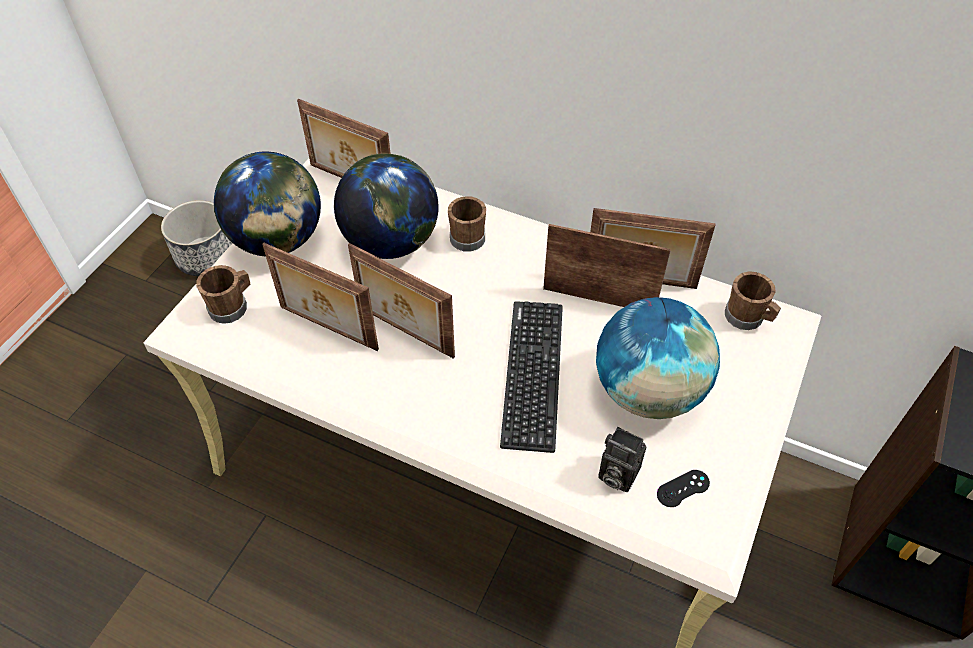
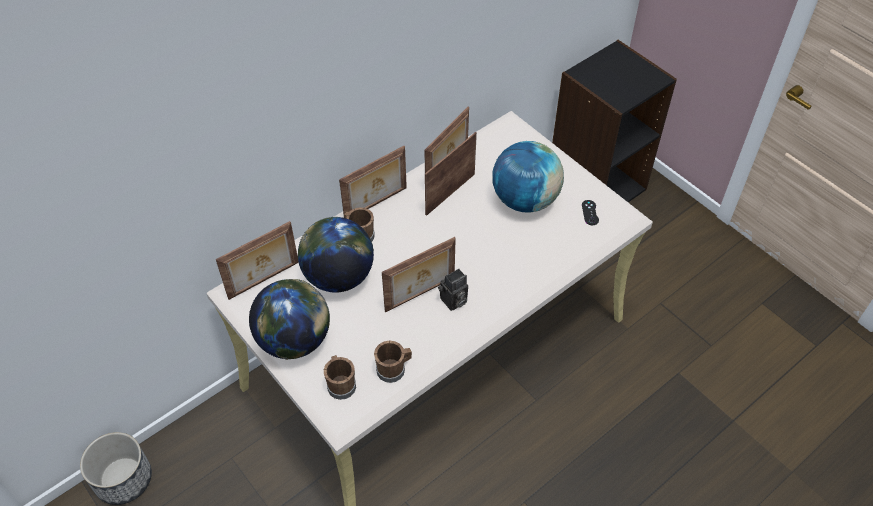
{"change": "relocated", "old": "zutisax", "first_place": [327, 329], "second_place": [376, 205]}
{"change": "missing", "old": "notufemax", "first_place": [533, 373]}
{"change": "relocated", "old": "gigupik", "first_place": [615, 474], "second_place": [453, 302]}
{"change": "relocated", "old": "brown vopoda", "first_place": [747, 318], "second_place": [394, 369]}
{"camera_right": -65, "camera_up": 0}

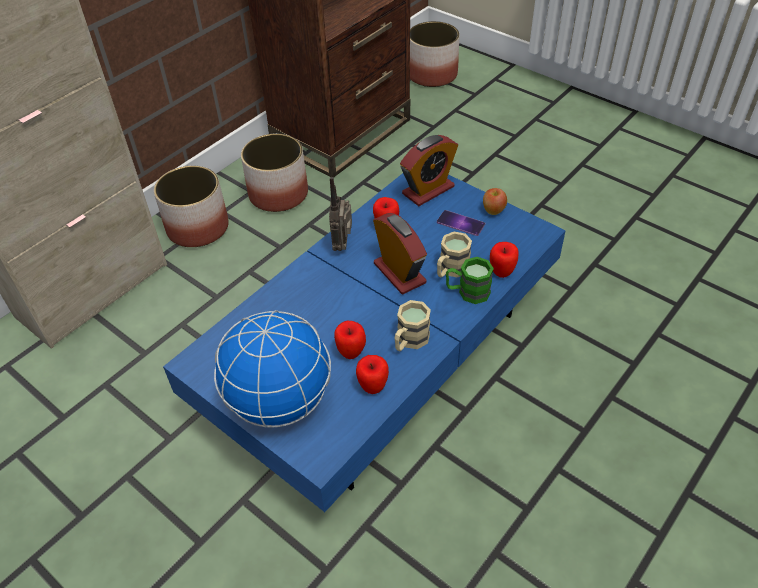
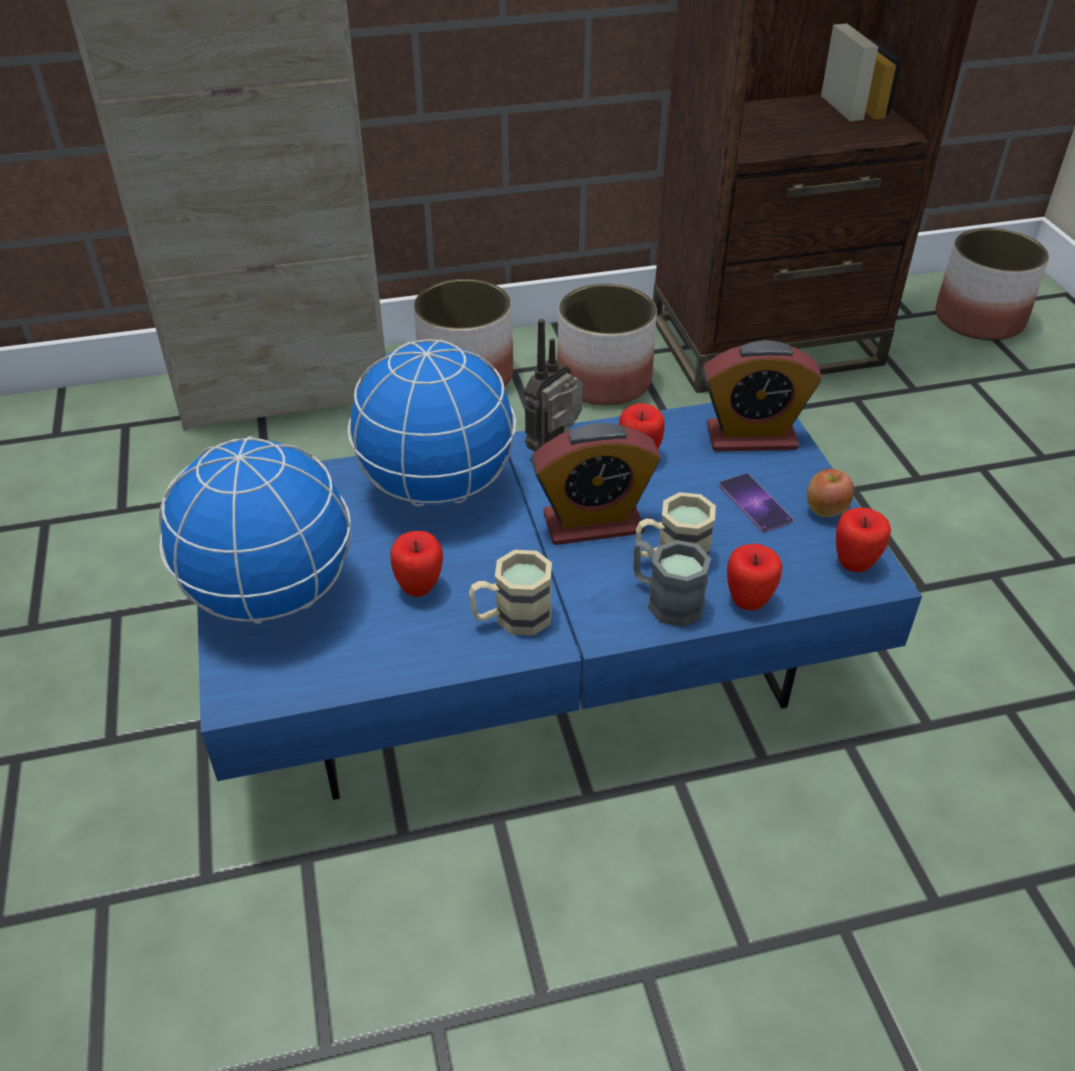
{"change": "relocated", "old": "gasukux", "first_place": [373, 387], "second_place": [854, 563]}
{"change": "spun", "old": "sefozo", "first_place": [399, 273], "second_place": [593, 523], "degrees": 75}
{"change": "colour", "old": "green vopoda", "new": "grey vopoda", "first_place": [467, 292], "second_place": [665, 599]}
{"change": "appeared", "new": "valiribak", "second_place": [437, 488]}
{"camera_right": 35, "camera_up": -5}

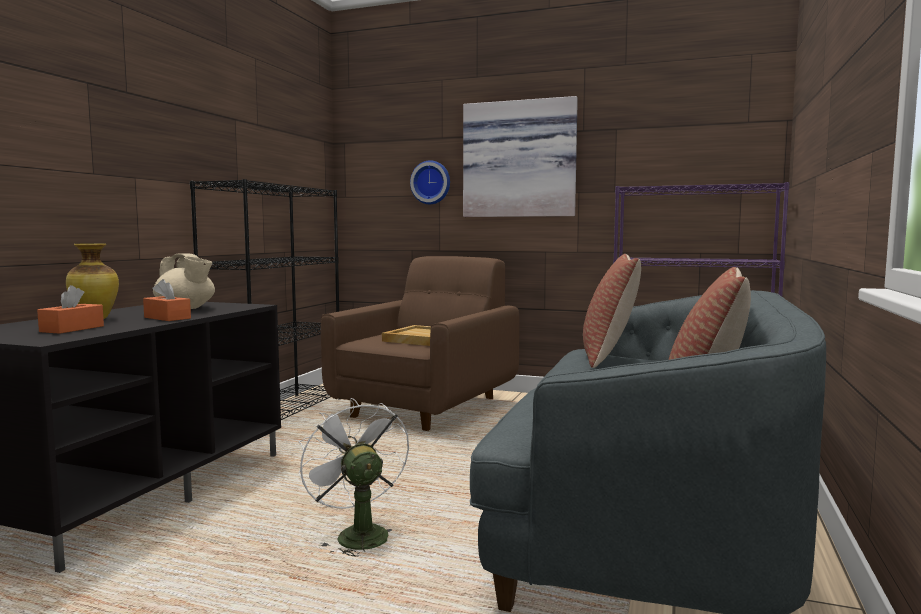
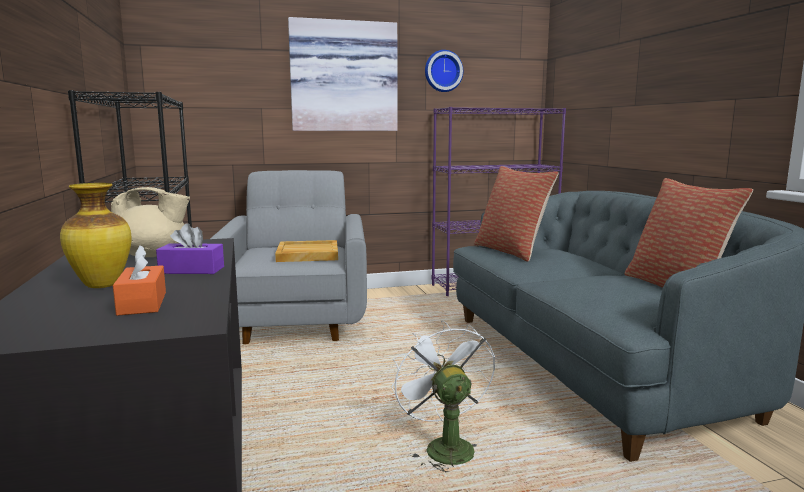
{"change": "colour", "old": "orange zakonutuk", "new": "purple zakonutuk", "first_place": [167, 318], "second_place": [192, 270]}
{"change": "spun", "old": "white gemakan", "first_place": [356, 534], "second_place": [443, 446], "degrees": 45}
{"change": "colour", "old": "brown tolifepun", "new": "grey tolifepun", "first_place": [426, 407], "second_place": [297, 319]}
{"change": "relocated", "old": "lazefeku", "first_place": [431, 182], "second_place": [442, 71]}
{"camera_right": -35, "camera_up": 5}

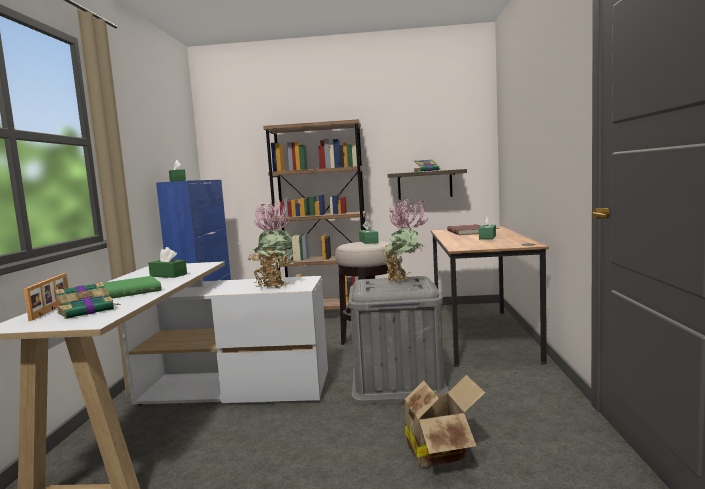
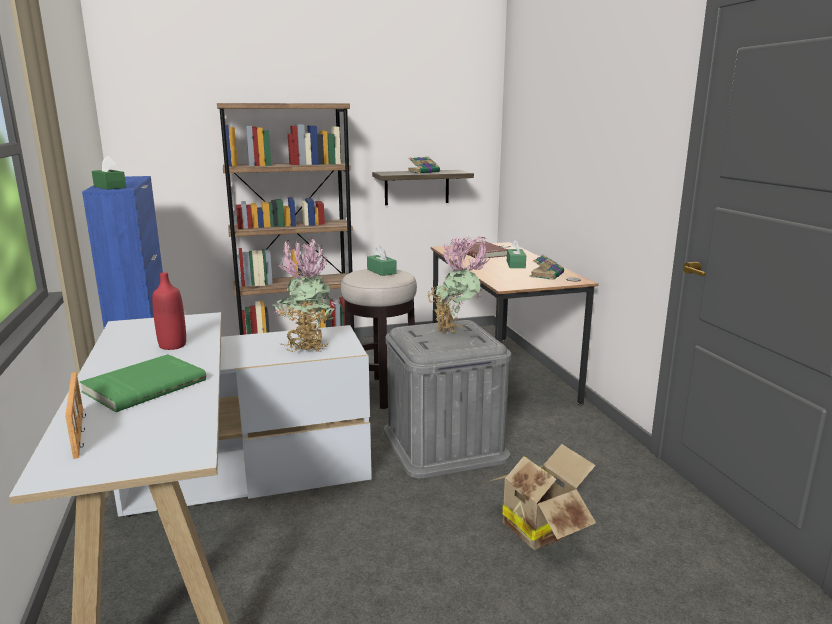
{"change": "relocated", "old": "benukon", "first_place": [87, 311], "second_place": [547, 275]}
{"change": "exchanged", "old": "green zakonutuk", "new": "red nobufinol", "first_place": [168, 275], "second_place": [172, 345]}
{"camera_right": -20, "camera_up": 10}

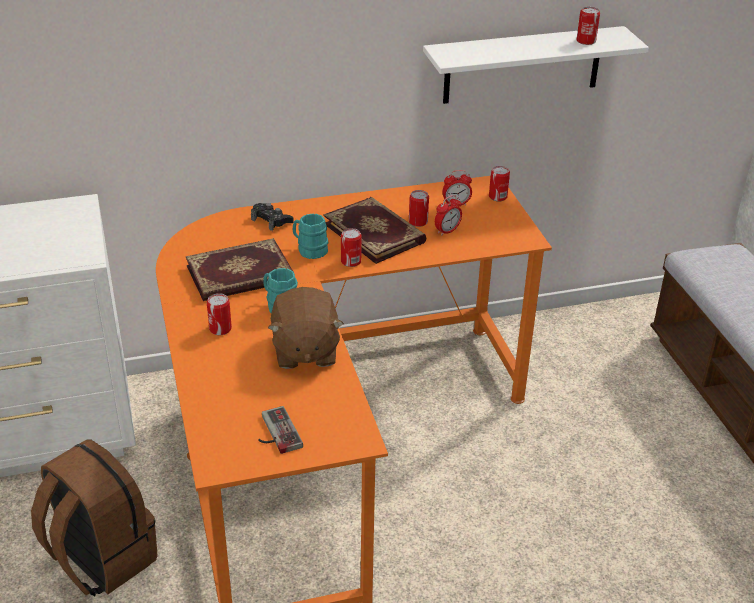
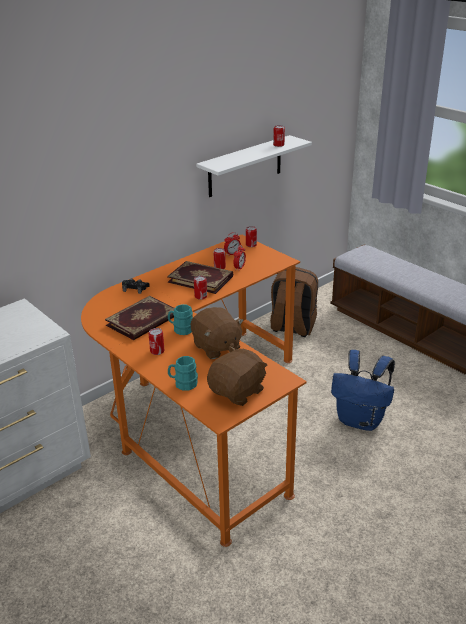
{"change": "relocated", "old": "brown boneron", "first_place": [100, 558], "second_place": [292, 327]}
{"change": "exchanged", "old": "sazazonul", "new": "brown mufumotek", "first_place": [275, 433], "second_place": [238, 392]}
{"change": "relocated", "old": "turquoise vopoda", "first_place": [309, 250], "second_place": [183, 384]}
{"change": "appeared", "new": "blue boneron", "second_place": [361, 420]}
{"camera_right": -25, "camera_up": -5}

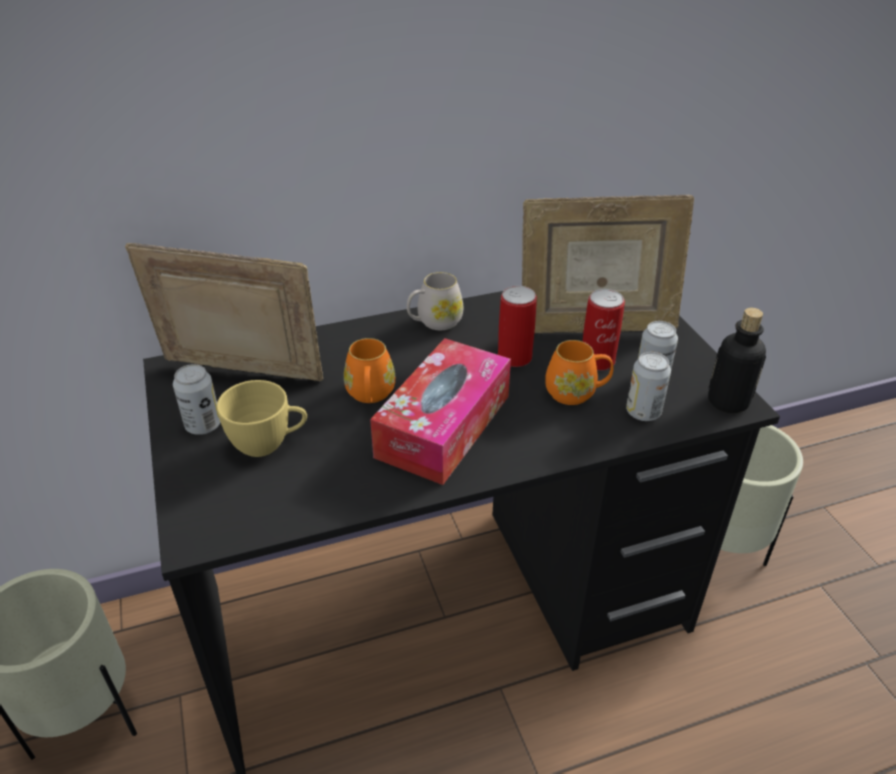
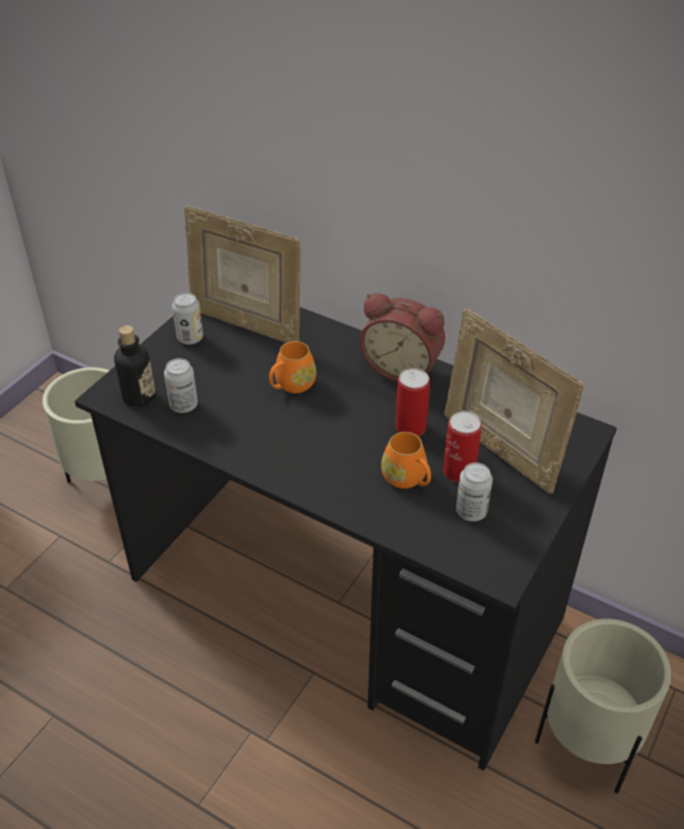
{"change": "spun", "old": "zutisax", "first_place": [242, 378], "second_place": [246, 324], "degrees": 150}
{"change": "missing", "old": "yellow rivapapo", "first_place": [269, 444]}
{"change": "missing", "old": "zakonutuk", "first_place": [443, 426]}
{"change": "exchanged", "old": "white vopoda", "new": "sefozo", "first_place": [434, 322], "second_place": [402, 367]}
{"change": "relocated", "old": "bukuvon", "first_place": [643, 412], "second_place": [183, 405]}
{"change": "relocated", "old": "nobufinol", "first_place": [728, 401], "second_place": [139, 397]}
{"camera_right": 50, "camera_up": 5}

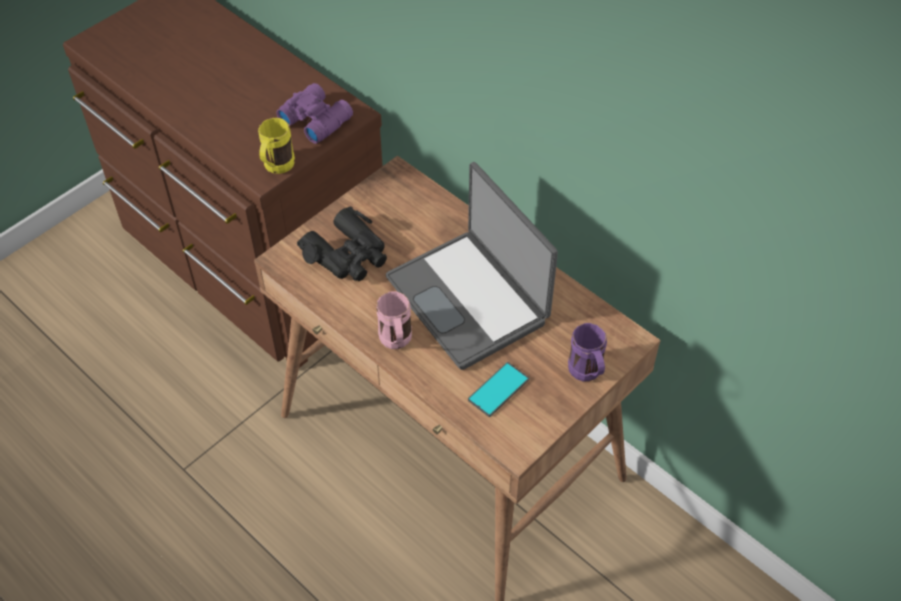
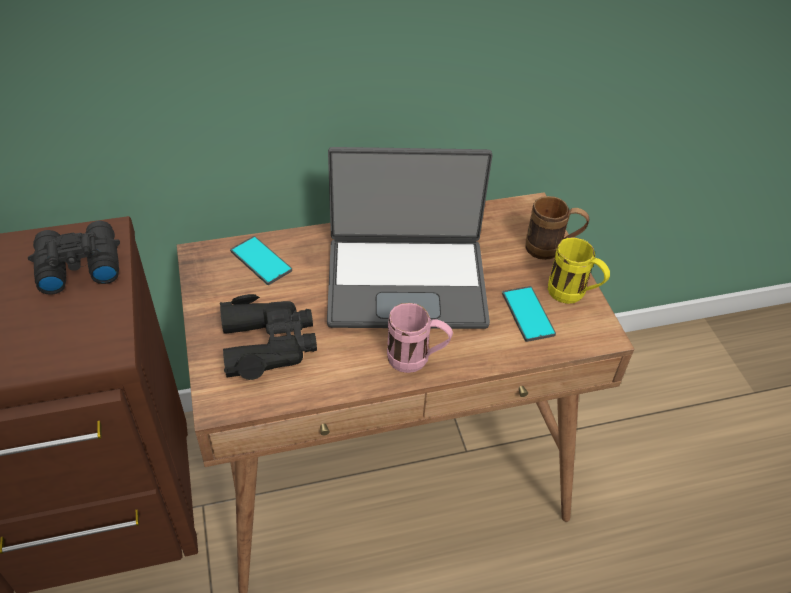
{"change": "relocated", "old": "yellow vopoda", "first_place": [276, 168], "second_place": [572, 296]}
{"change": "colour", "old": "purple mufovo", "new": "black mufovo", "first_place": [316, 119], "second_place": [77, 265]}
{"change": "colour", "old": "purple vopoda", "new": "brown vopoda", "first_place": [587, 375], "second_place": [551, 250]}
{"change": "appeared", "new": "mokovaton", "second_place": [261, 261]}
{"camera_right": -60, "camera_up": -5}

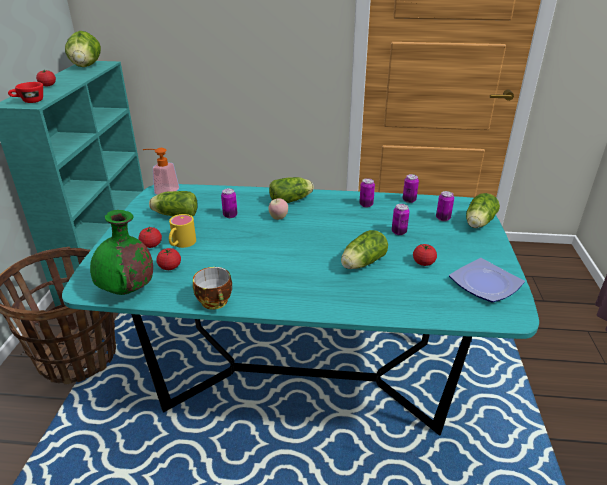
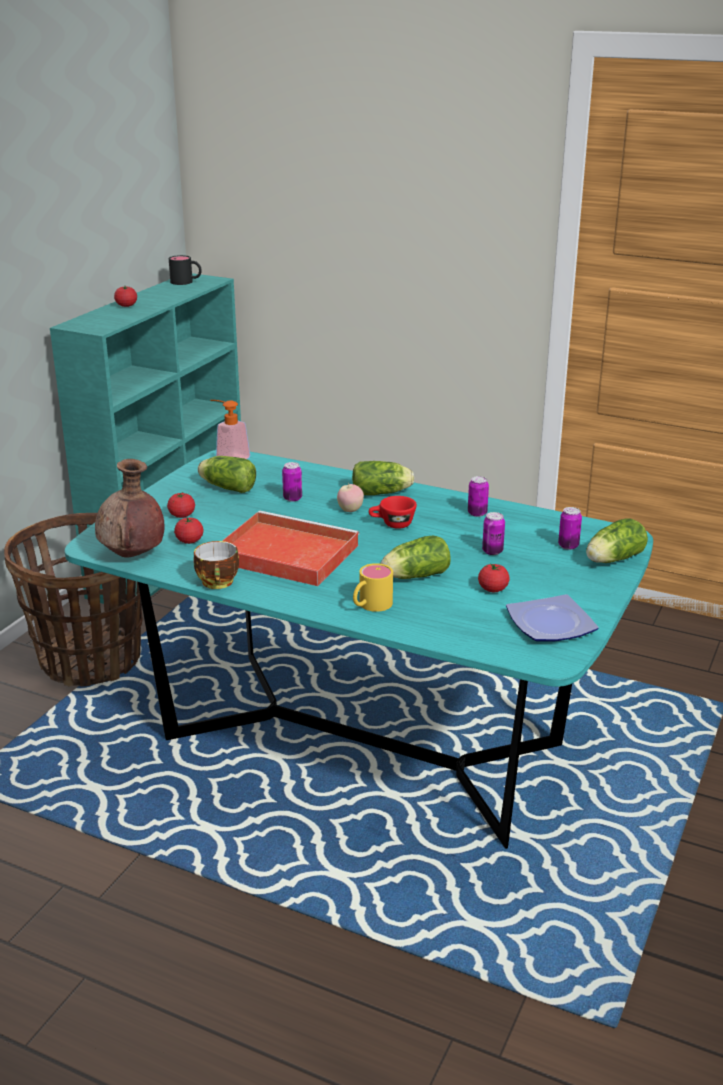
{"change": "relocated", "old": "red rivapapo", "first_place": [29, 101], "second_place": [392, 524]}
{"change": "exchanged", "old": "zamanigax", "new": "black vopoda", "first_place": [86, 66], "second_place": [186, 282]}
{"change": "colour", "old": "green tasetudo", "new": "brown tasetudo", "first_place": [128, 291], "second_place": [133, 555]}
{"change": "relocated", "old": "yellow vopoda", "first_place": [181, 244], "second_place": [370, 606]}
{"change": "missing", "old": "bukuvon", "first_place": [409, 200]}
{"change": "appeared", "new": "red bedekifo", "second_place": [284, 553]}
{"camera_right": 20, "camera_up": -5}

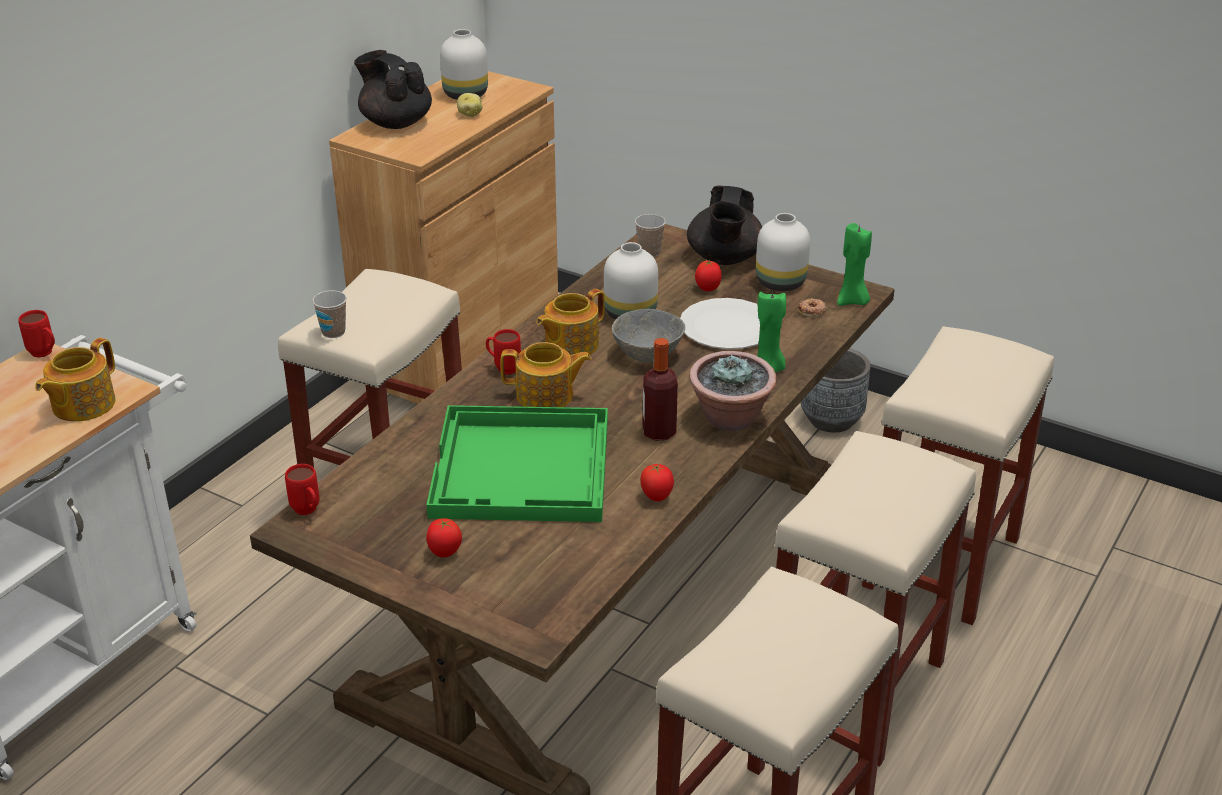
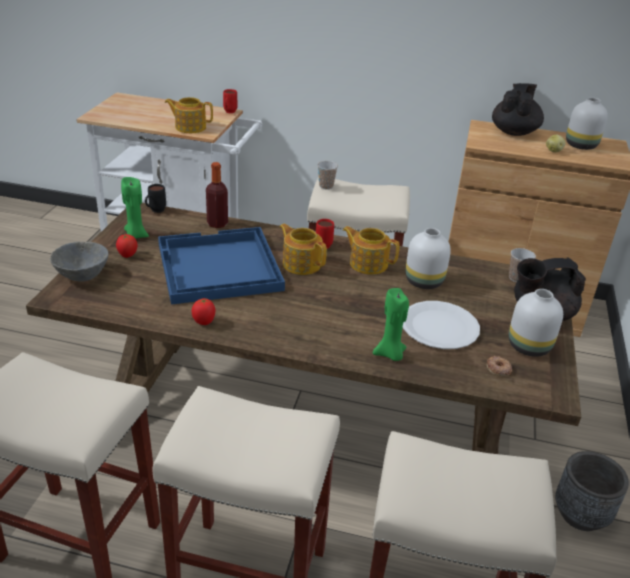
{"change": "colour", "old": "red vopoda", "new": "black vopoda", "first_place": [308, 512], "second_place": [155, 211]}
{"change": "colour", "old": "green bedekifo", "new": "blue bedekifo", "first_place": [523, 468], "second_place": [218, 268]}
{"change": "spun", "old": "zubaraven", "first_place": [546, 396], "second_place": [301, 264], "degrees": 150}
{"change": "relocated", "old": "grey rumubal", "first_place": [647, 354], "second_place": [82, 275]}
{"change": "relocated", "old": "nobufinol", "first_place": [659, 432], "second_place": [217, 224]}
{"change": "missing", "old": "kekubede", "first_place": [730, 419]}
{"change": "missing", "old": "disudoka", "first_place": [708, 289]}
{"change": "relocated", "old": "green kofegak", "first_place": [852, 301], "second_place": [135, 235]}
{"camera_right": 70, "camera_up": 0}

